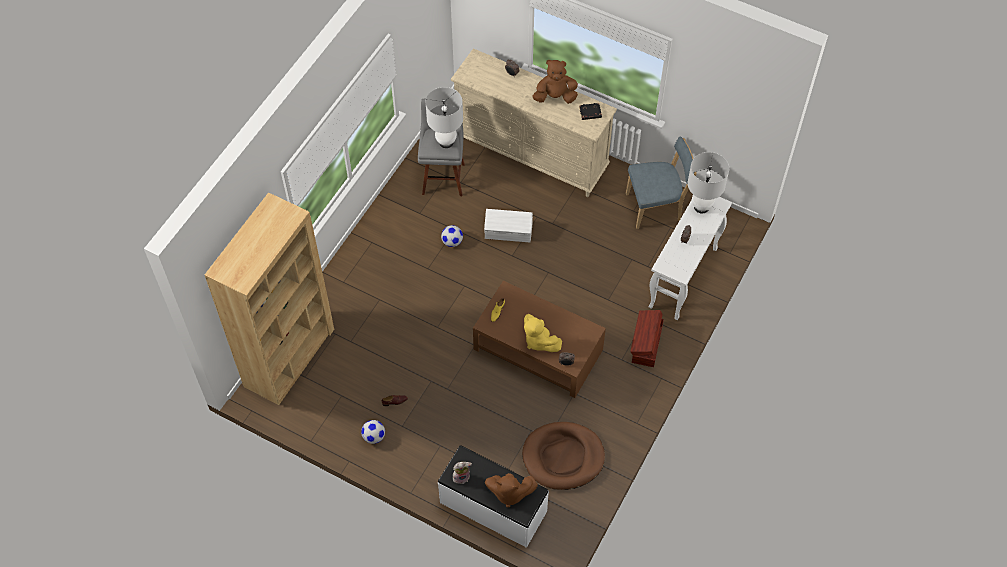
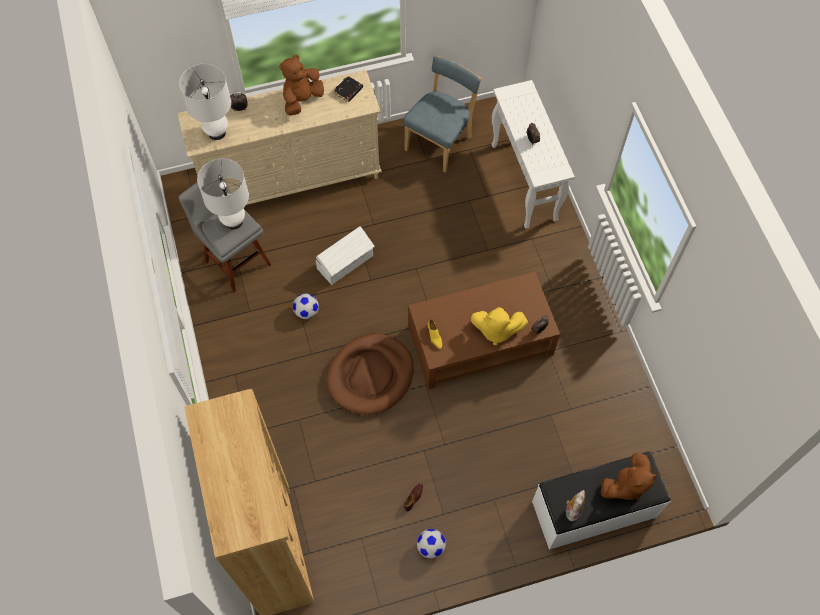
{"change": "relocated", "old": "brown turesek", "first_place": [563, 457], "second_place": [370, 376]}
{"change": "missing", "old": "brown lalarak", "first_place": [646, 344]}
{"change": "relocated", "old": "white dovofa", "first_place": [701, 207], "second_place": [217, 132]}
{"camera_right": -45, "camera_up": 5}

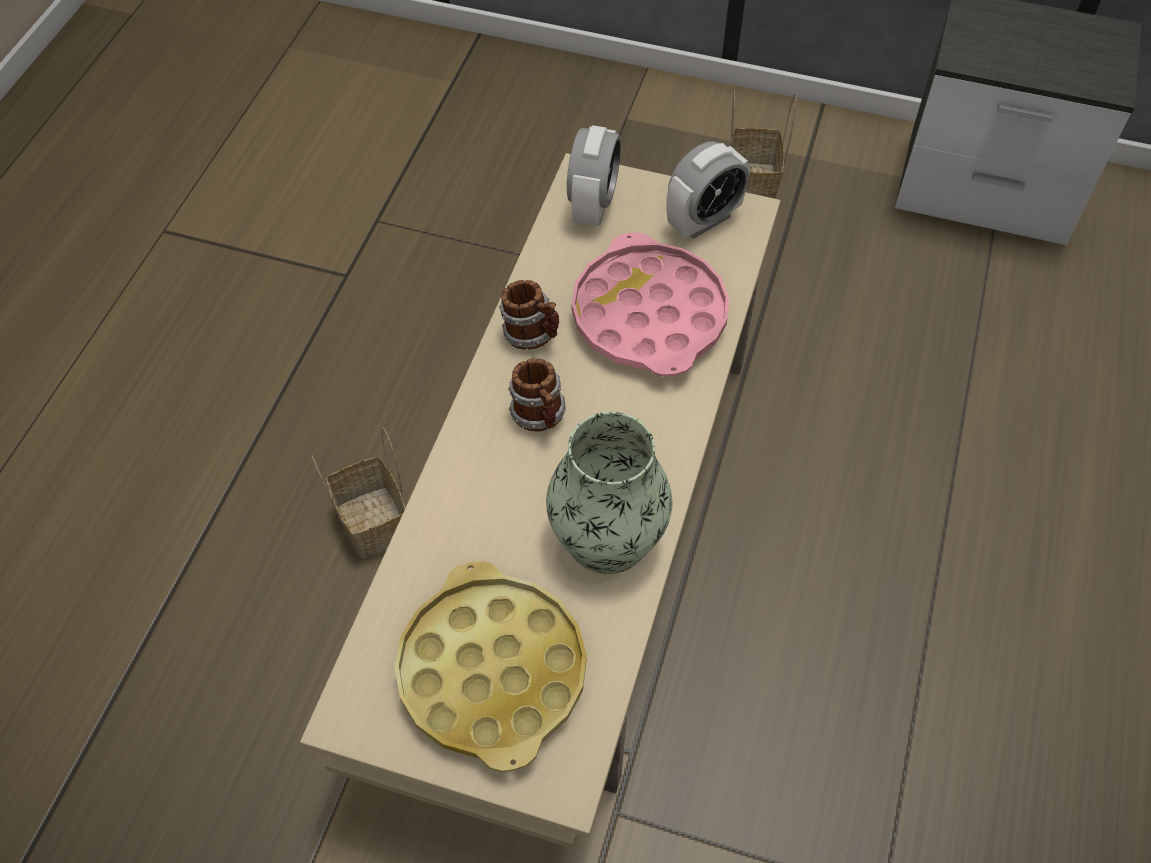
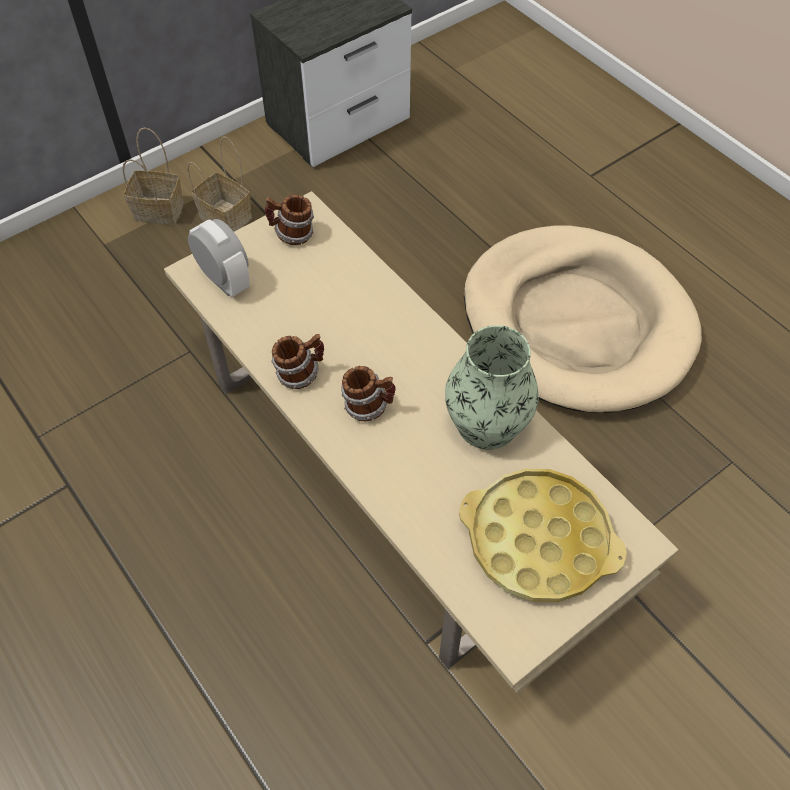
{"change": "relocated", "old": "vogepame", "first_place": [371, 521], "second_place": [157, 211]}
{"change": "missing", "old": "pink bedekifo", "first_place": [648, 316]}
{"change": "exchanged", "old": "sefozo", "new": "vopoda", "first_place": [703, 221], "second_place": [292, 235]}
{"change": "appeared", "new": "beige turesek", "second_place": [577, 323]}
{"camera_right": -55, "camera_up": 0}

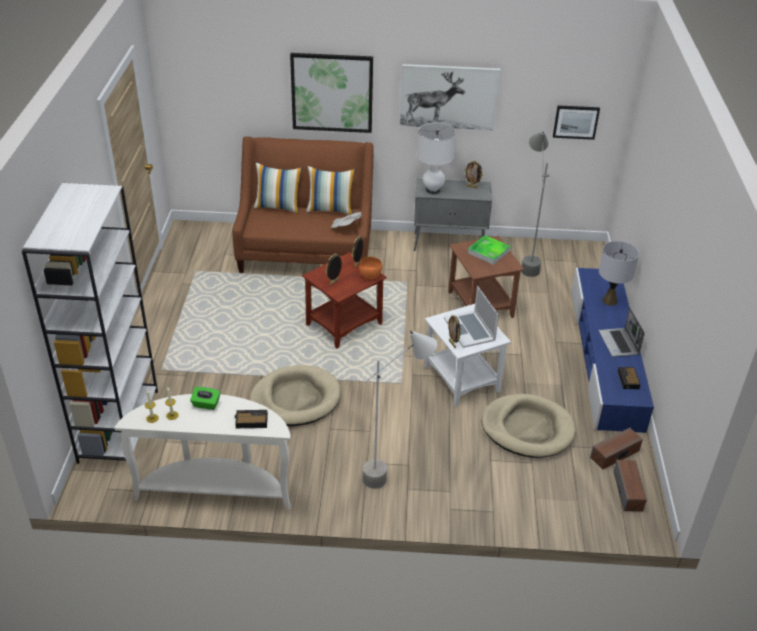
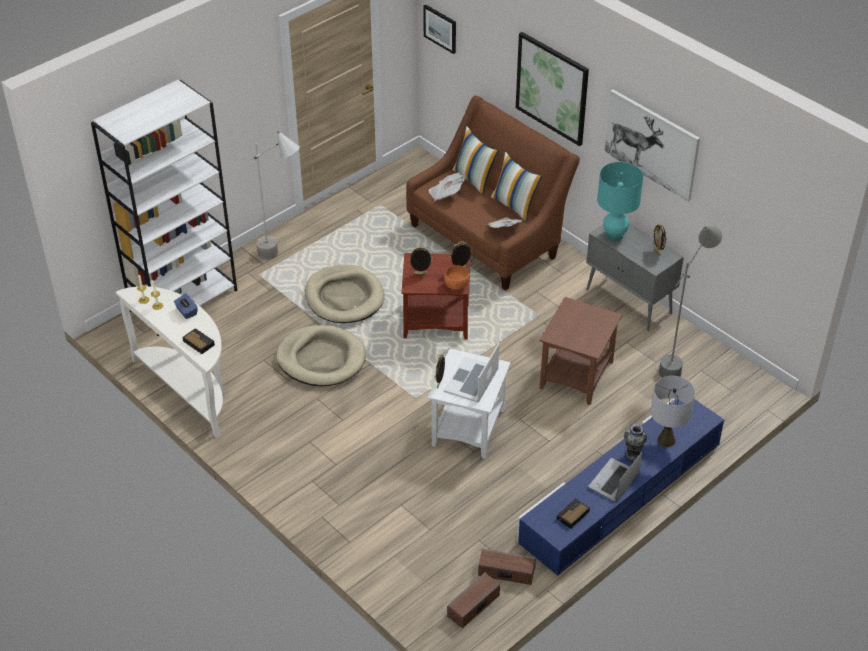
{"change": "colour", "old": "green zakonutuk", "new": "blue zakonutuk", "first_place": [206, 404], "second_place": [186, 312]}
{"change": "relocated", "old": "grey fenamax", "first_place": [394, 474], "second_place": [282, 257]}
{"change": "colour", "old": "white dovofa", "new": "turquoise dovofa", "first_place": [433, 190], "second_place": [614, 235]}
{"change": "missing", "old": "bedekifo", "first_place": [488, 252]}
{"change": "relocated", "old": "beige turesek", "first_place": [527, 429], "second_place": [344, 297]}
{"change": "relocated", "old": "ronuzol", "first_place": [575, 122], "second_place": [440, 28]}
{"change": "appeared", "new": "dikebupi", "second_place": [446, 194]}
{"change": "appeared", "new": "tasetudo", "second_place": [633, 455]}
{"camera_right": 45, "camera_up": 5}

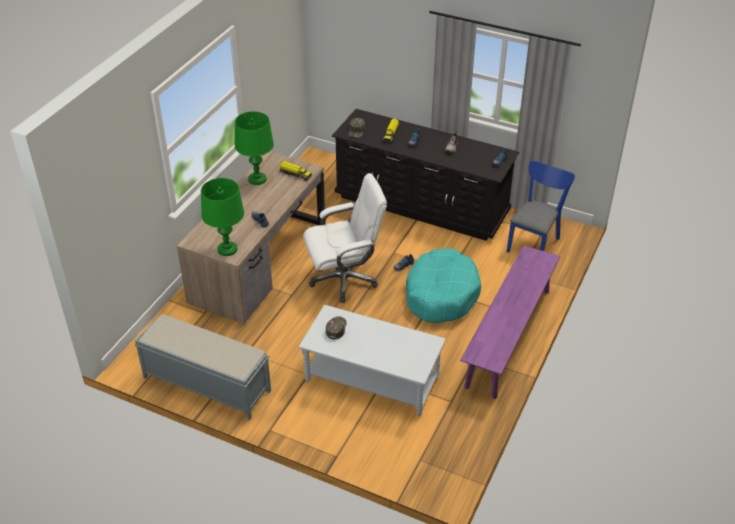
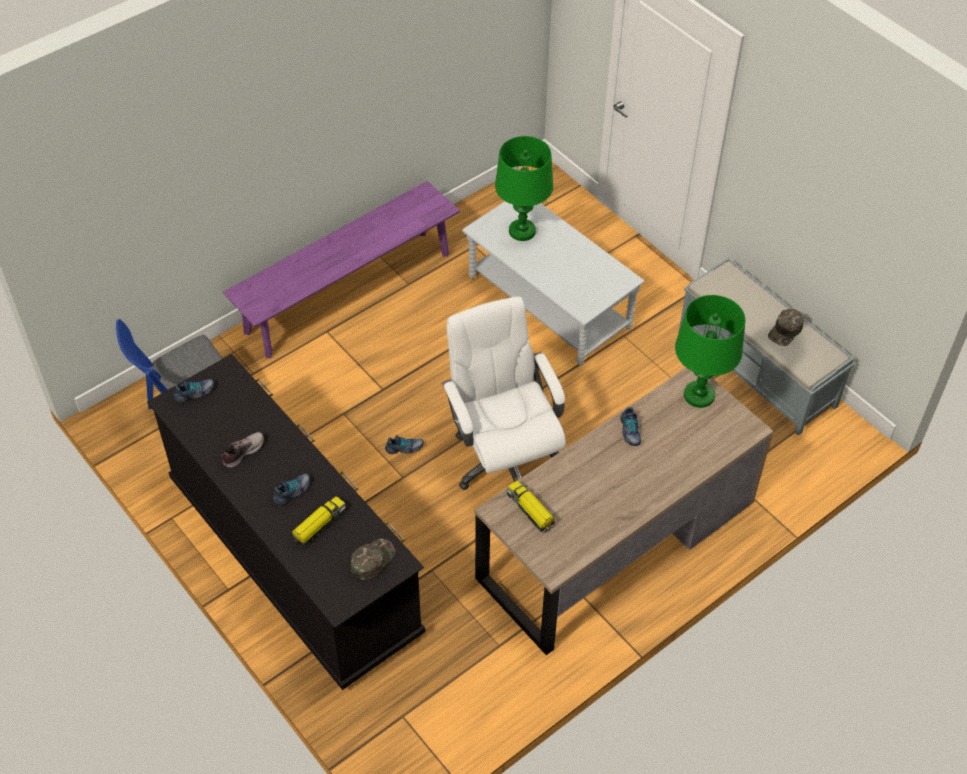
{"change": "relocated", "old": "green dovofa", "first_place": [257, 179], "second_place": [522, 231]}
{"change": "spun", "old": "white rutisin", "first_place": [344, 279], "second_place": [503, 458], "degrees": 60}
{"change": "relocated", "old": "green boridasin", "first_place": [336, 328], "second_place": [785, 331]}
{"change": "missing", "old": "turquoise turesek", "first_place": [441, 294]}
{"camera_right": -155, "camera_up": 10}

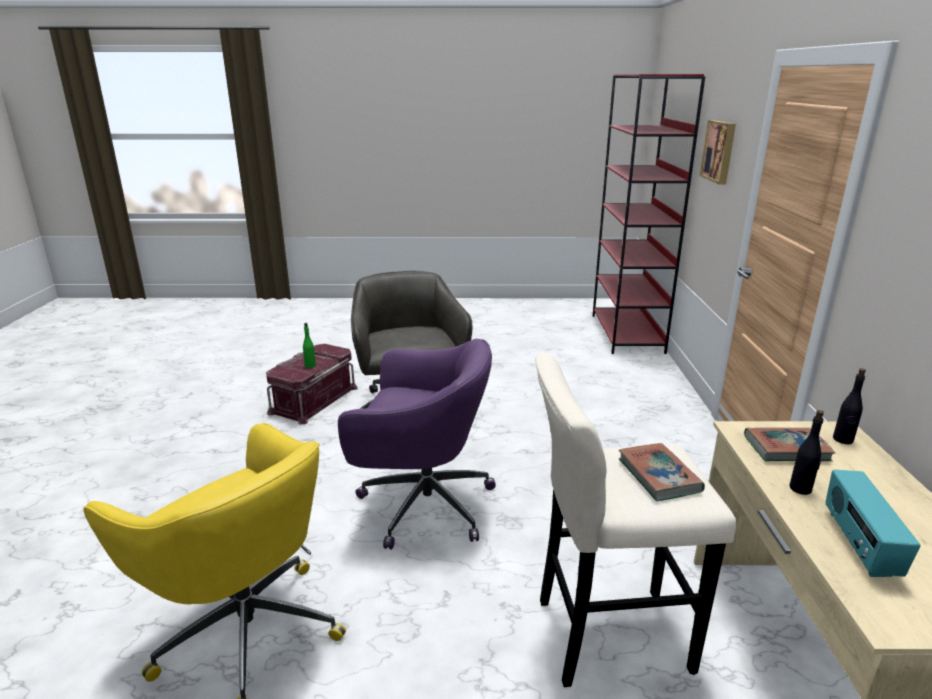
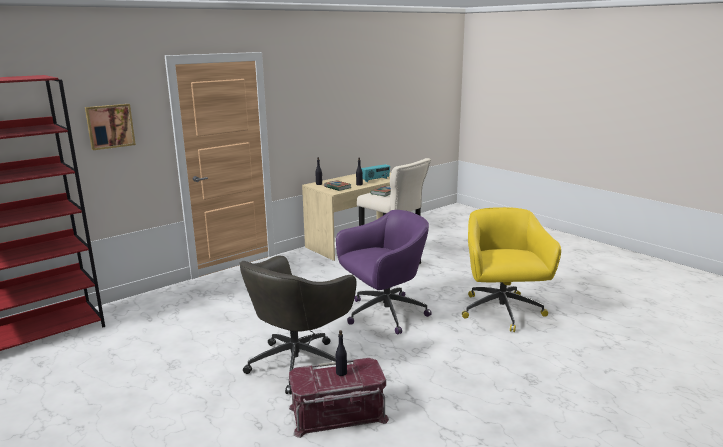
{"change": "colour", "old": "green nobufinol", "new": "black nobufinol", "first_place": [310, 365], "second_place": [341, 373]}
{"change": "spun", "old": "purple rutisin", "first_place": [422, 504], "second_place": [383, 314], "degrees": 90}
{"camera_right": -130, "camera_up": -5}

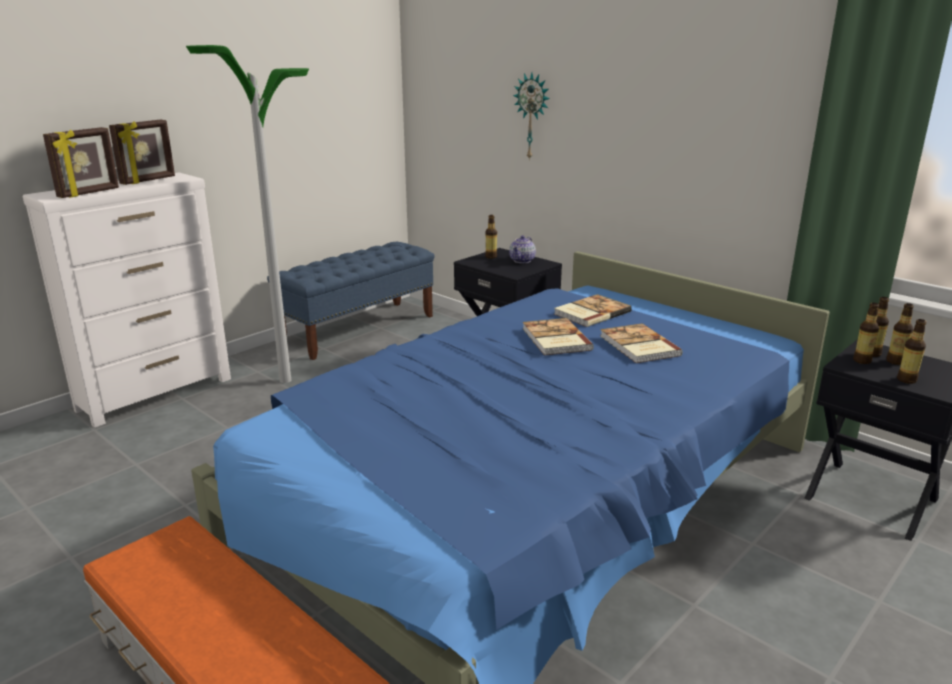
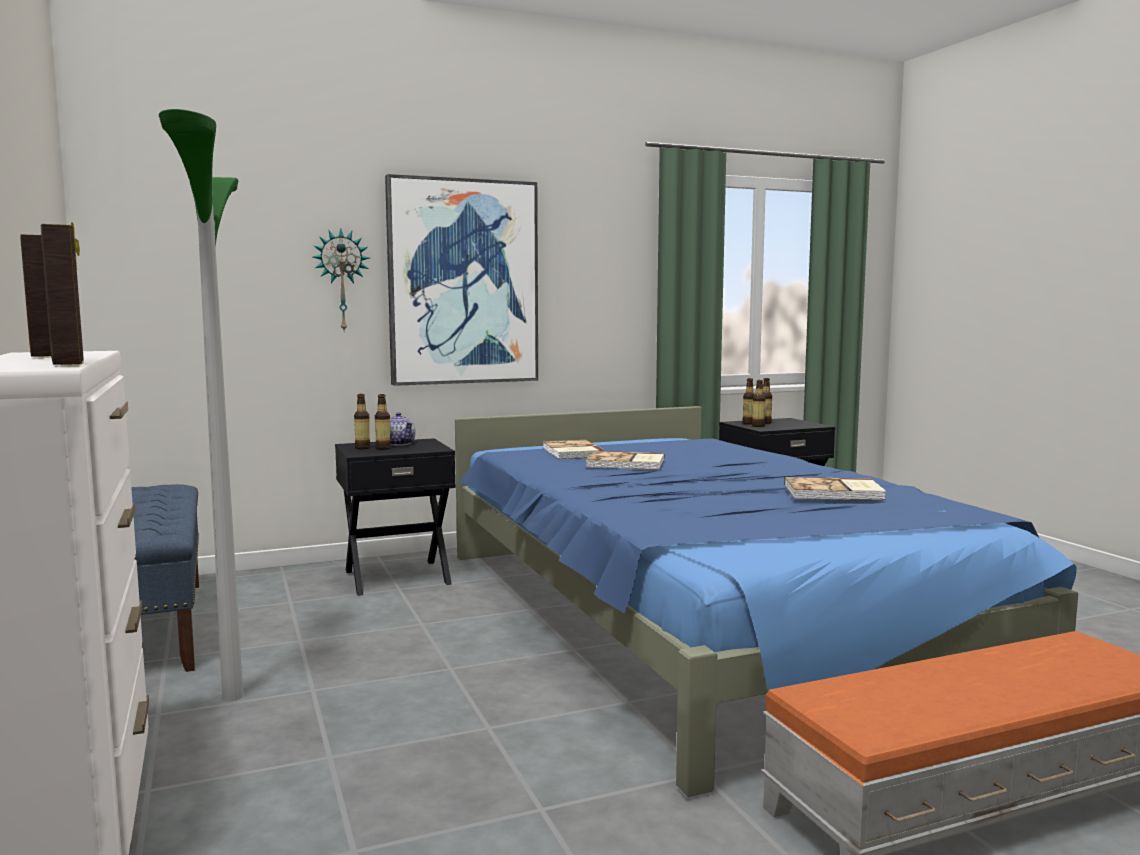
{"change": "relocated", "old": "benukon", "first_place": [638, 346], "second_place": [834, 492]}
{"change": "relocated", "old": "nobufinol", "first_place": [906, 380], "second_place": [383, 448]}
{"change": "appeared", "new": "ronuzol", "second_place": [463, 282]}
{"camera_right": -65, "camera_up": -15}

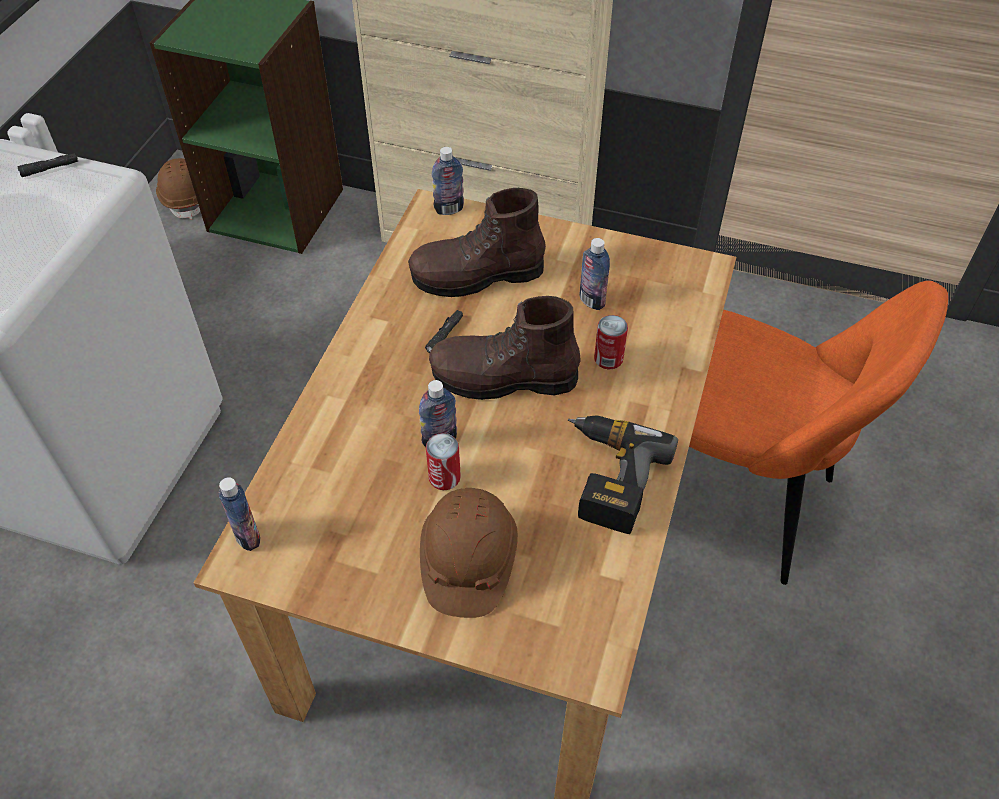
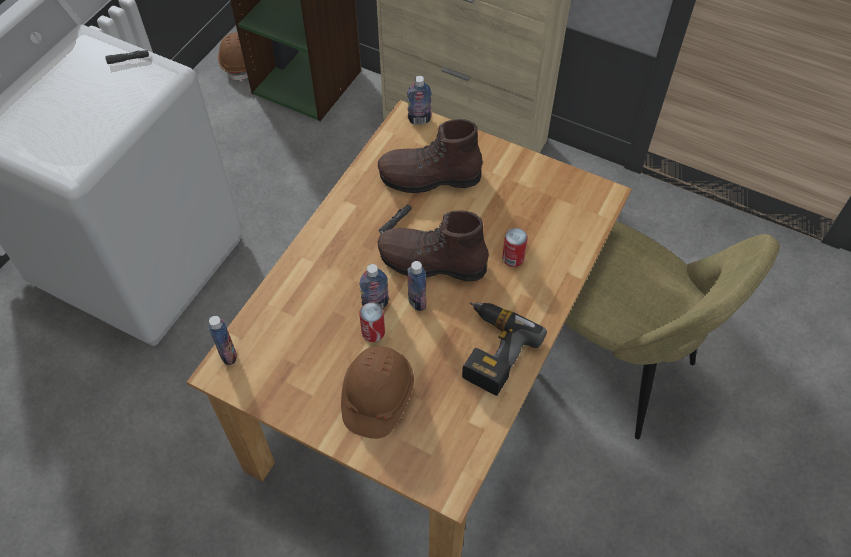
{"change": "relocated", "old": "nobufinol", "first_place": [592, 300], "second_place": [417, 301]}
{"change": "colour", "old": "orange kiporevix", "new": "beige kiporevix", "first_place": [736, 498], "second_place": [616, 366]}
{"camera_right": 10, "camera_up": 5}

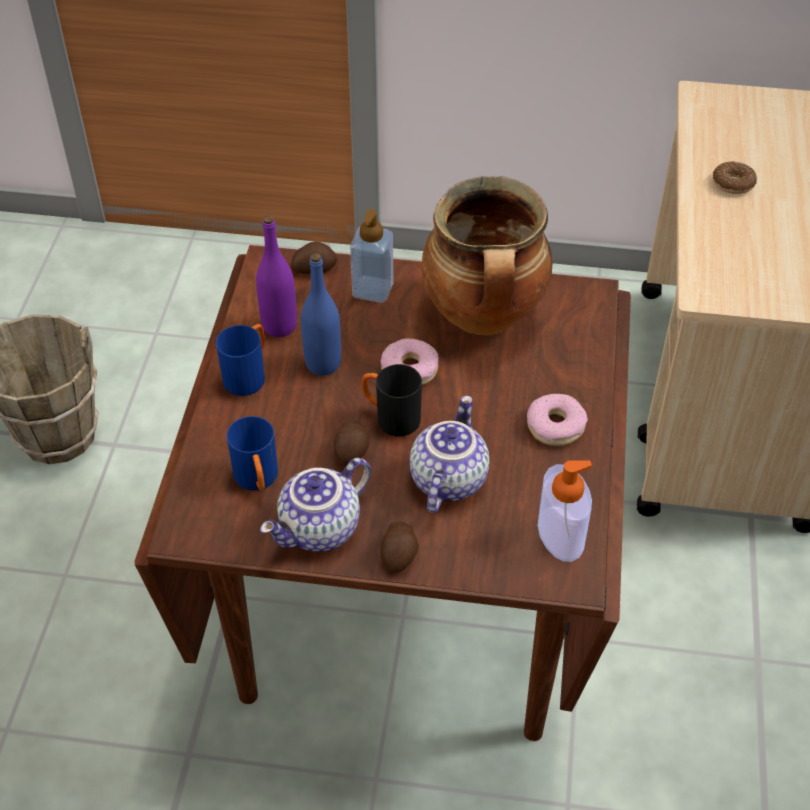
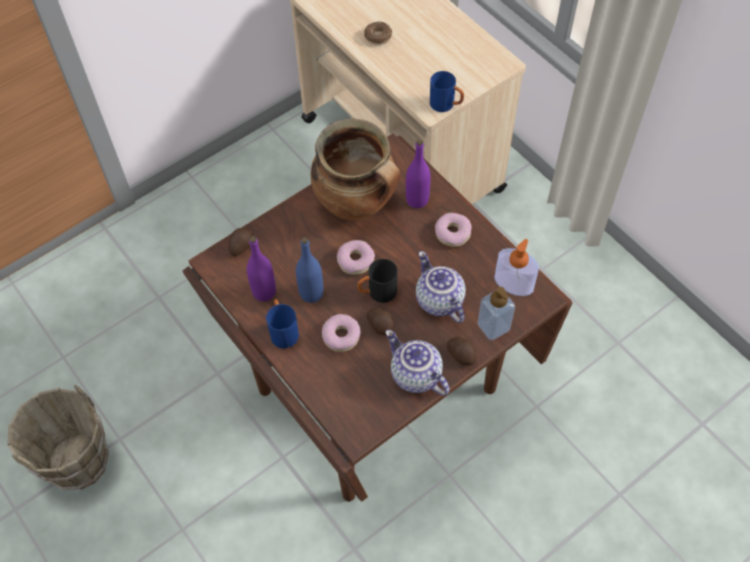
{"change": "relocated", "old": "blue vopoda", "first_place": [258, 481], "second_place": [446, 105]}
{"change": "spun", "old": "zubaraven", "first_place": [320, 530], "second_place": [414, 375], "degrees": 135}
{"change": "relocated", "old": "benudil", "first_place": [372, 290], "second_place": [493, 326]}
{"change": "appeared", "new": "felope", "second_place": [341, 336]}
{"change": "appeared", "new": "purple nobufinol", "second_place": [417, 200]}
{"camera_right": -45, "camera_up": 10}

